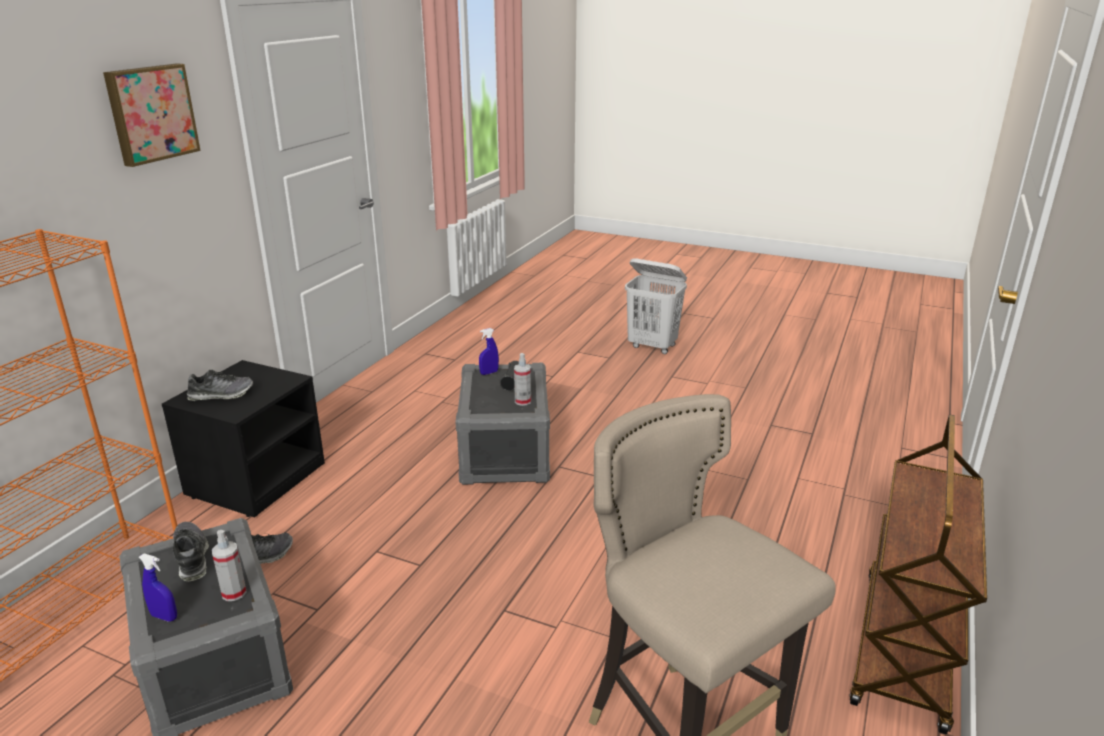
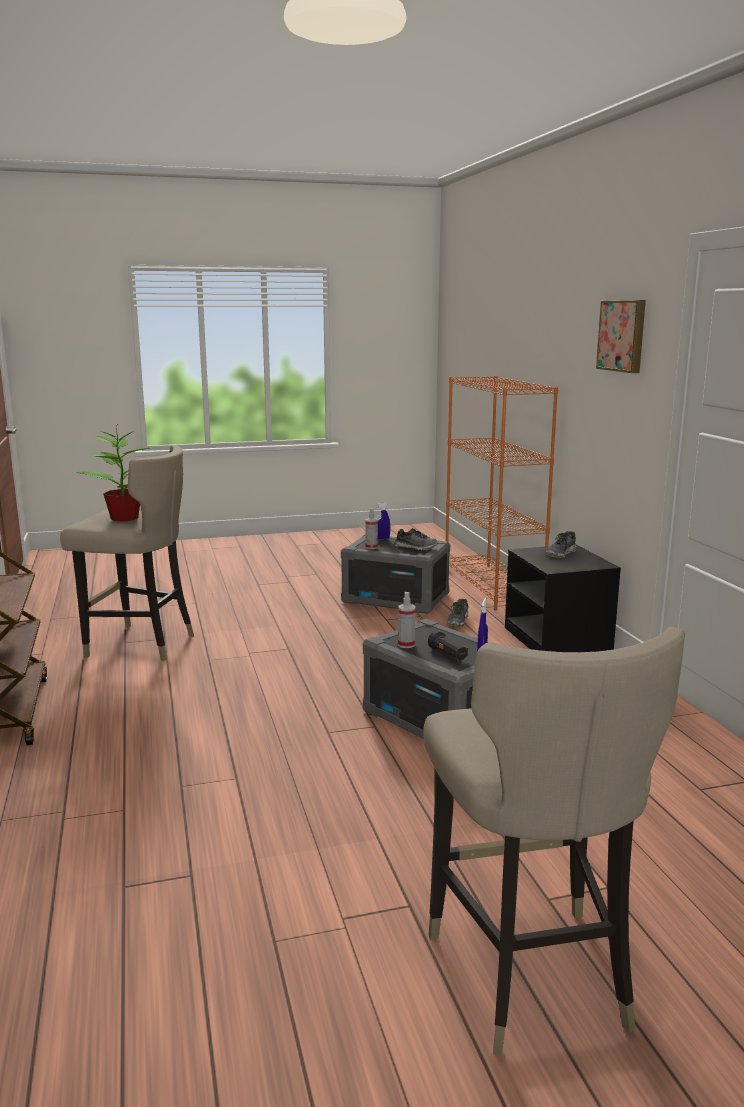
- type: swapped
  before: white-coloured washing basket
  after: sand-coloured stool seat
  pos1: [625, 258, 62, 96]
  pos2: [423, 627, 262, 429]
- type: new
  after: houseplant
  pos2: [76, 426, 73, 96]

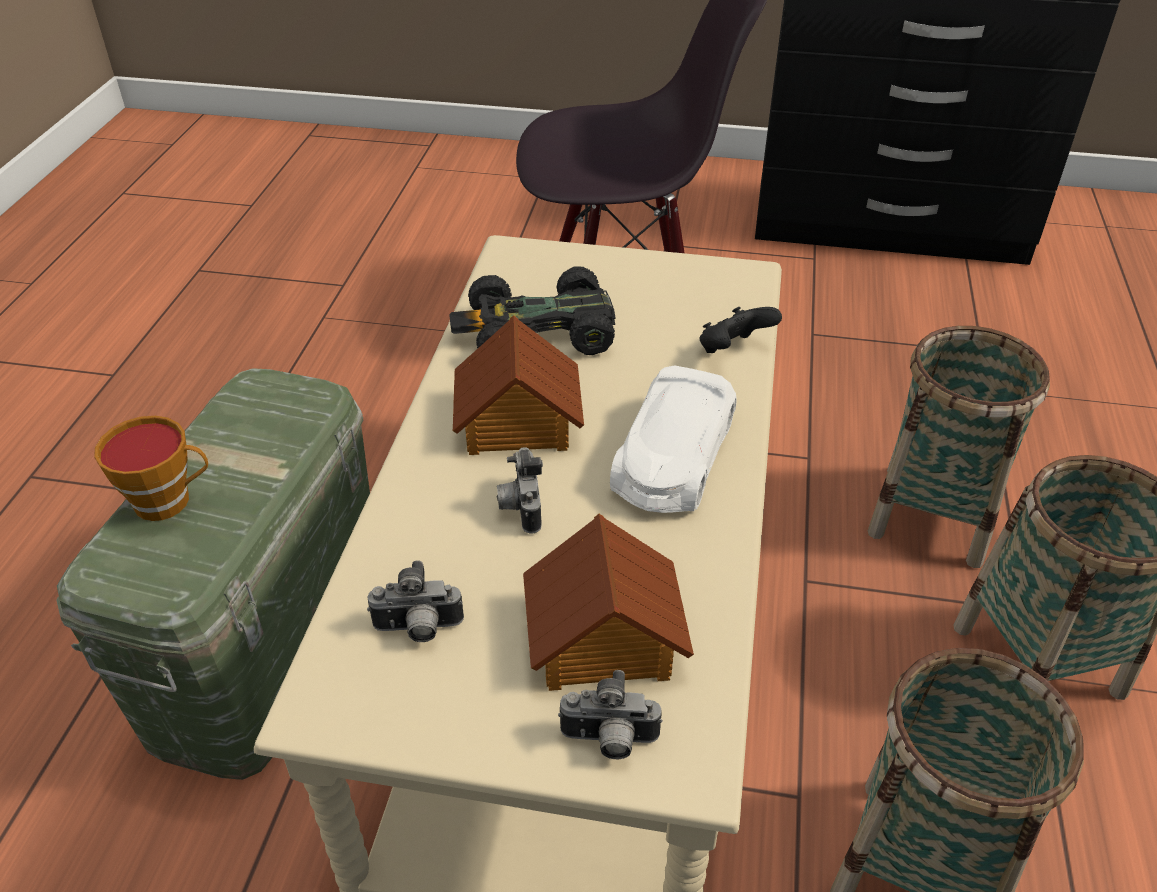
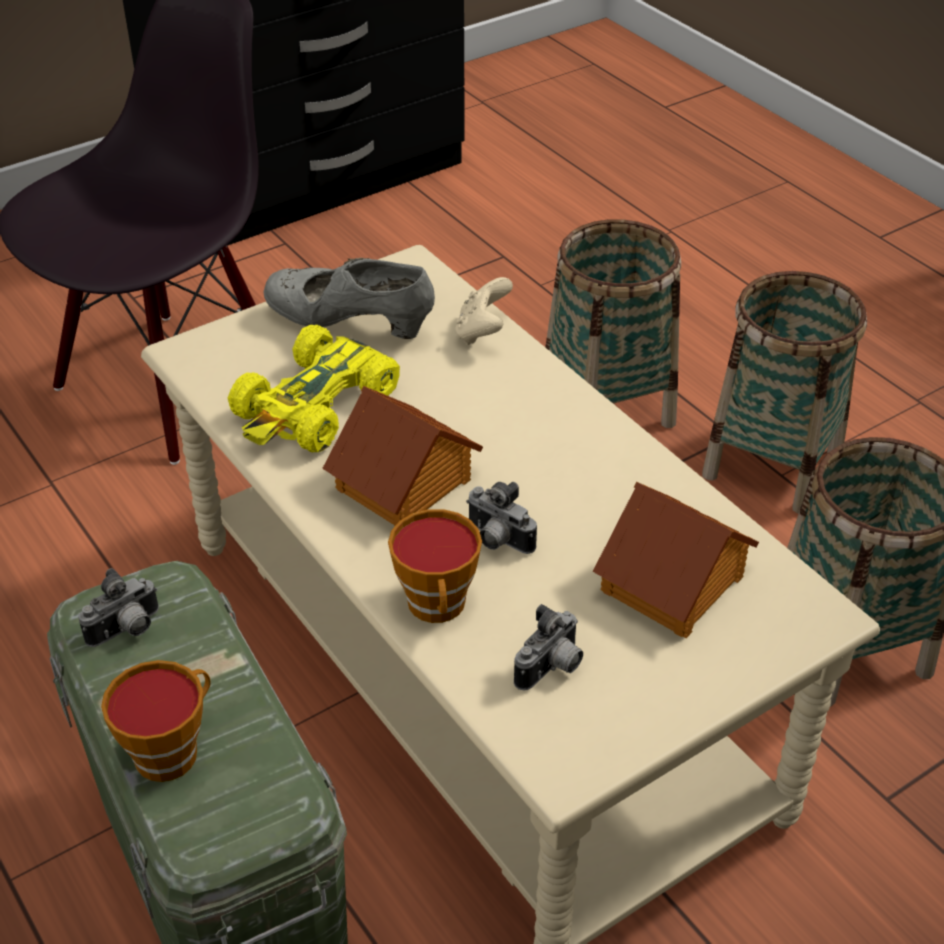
- type: repainted
  before: black model car
  after: yellowish model car
  pos1: [449, 266, 167, 89]
  pos2: [228, 325, 172, 127]
- type: repainted
  before: black gamepad
  after: sand-coloured gamepad
  pos1: [700, 307, 82, 46]
  pos2: [455, 277, 58, 68]
- type: gone
  before: white-coloured model car
  pos1: [610, 366, 127, 147]
- type: shifted
  before: photo camera
  pos1: [558, 670, 104, 89]
  pos2: [78, 568, 81, 79]
- type: new
  after: gray shoe
  pos2: [264, 258, 171, 81]
- type: new
  after: cup
  pos2: [388, 509, 94, 114]

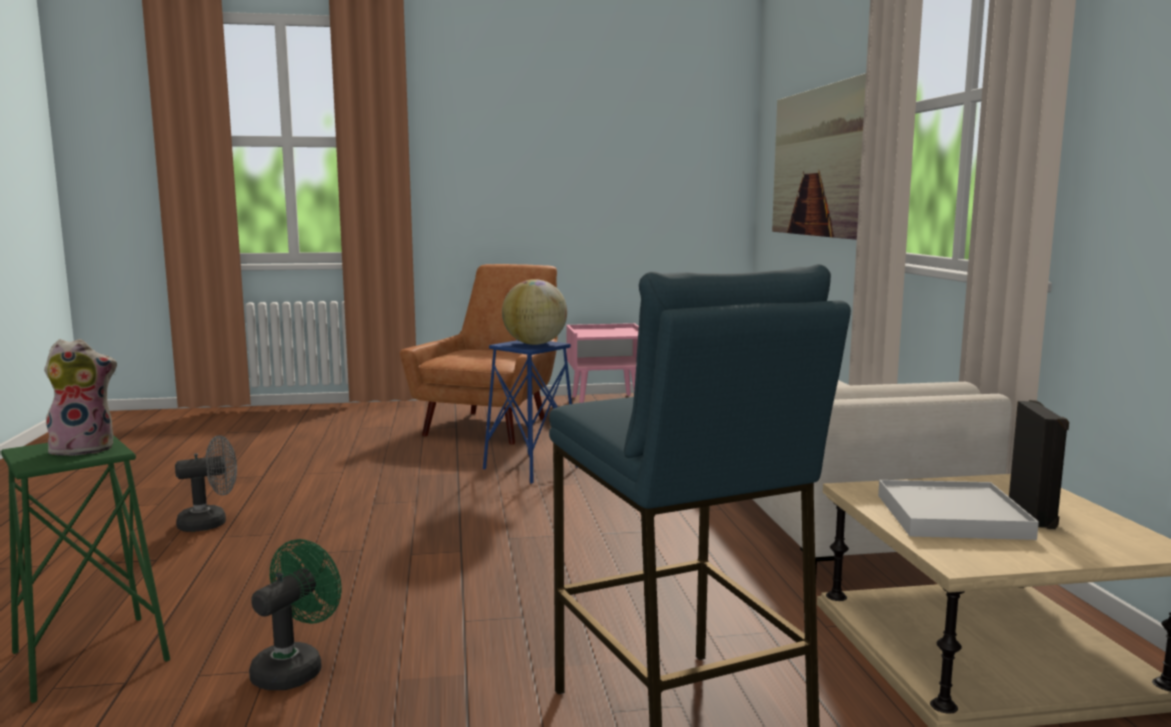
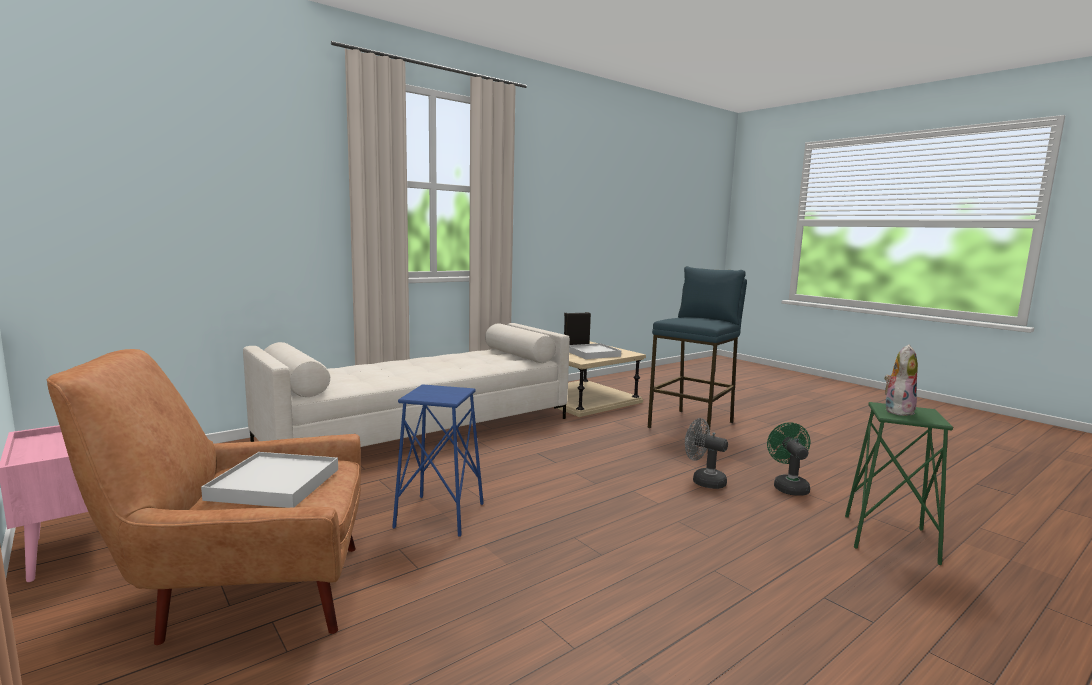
- type: gone
  before: picture
  pos1: [772, 73, 94, 167]
- type: gone
  before: desk globe
  pos1: [502, 279, 65, 66]
- type: rotated
  before: soft toy
  pos1: [44, 339, 73, 117]
  pos2: [884, 345, 34, 71]
  turn: 90
- type: shifted
  before: gray electric fan
  pos1: [175, 435, 62, 97]
  pos2: [685, 418, 43, 71]
- type: rotated
  before: green-coloured electric fan
  pos1: [249, 539, 93, 151]
  pos2: [767, 422, 43, 74]
  turn: 90
- type: new
  after: white-coloured serving tray
  pos2: [201, 452, 137, 56]

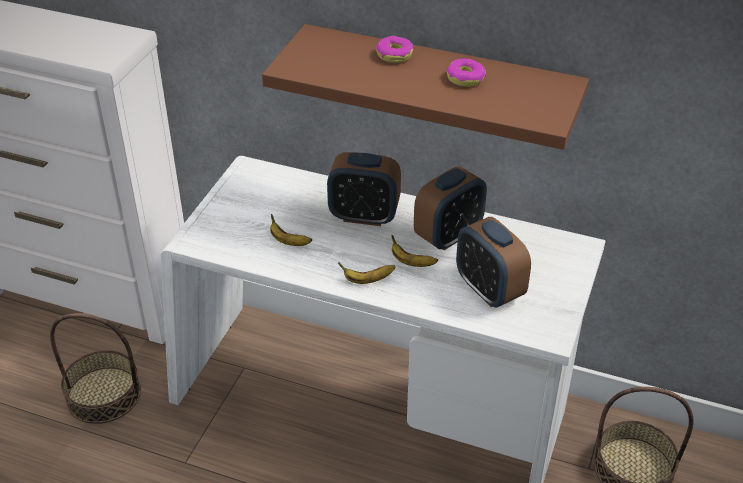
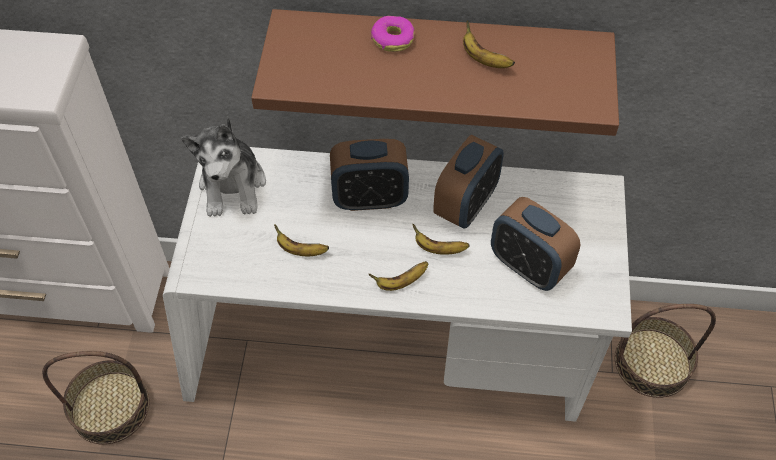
- type: swapped
  before: doughnut
  after: whole banana
  pos1: [447, 59, 39, 28]
  pos2: [463, 20, 52, 48]
- type: new
  after: soft toy
  pos2: [181, 116, 85, 101]

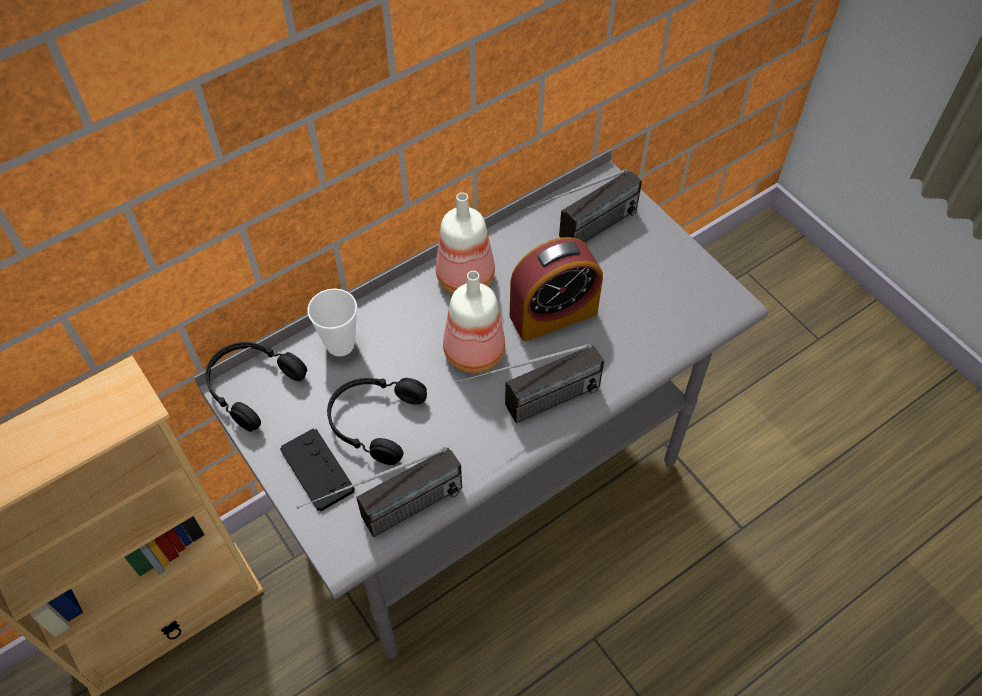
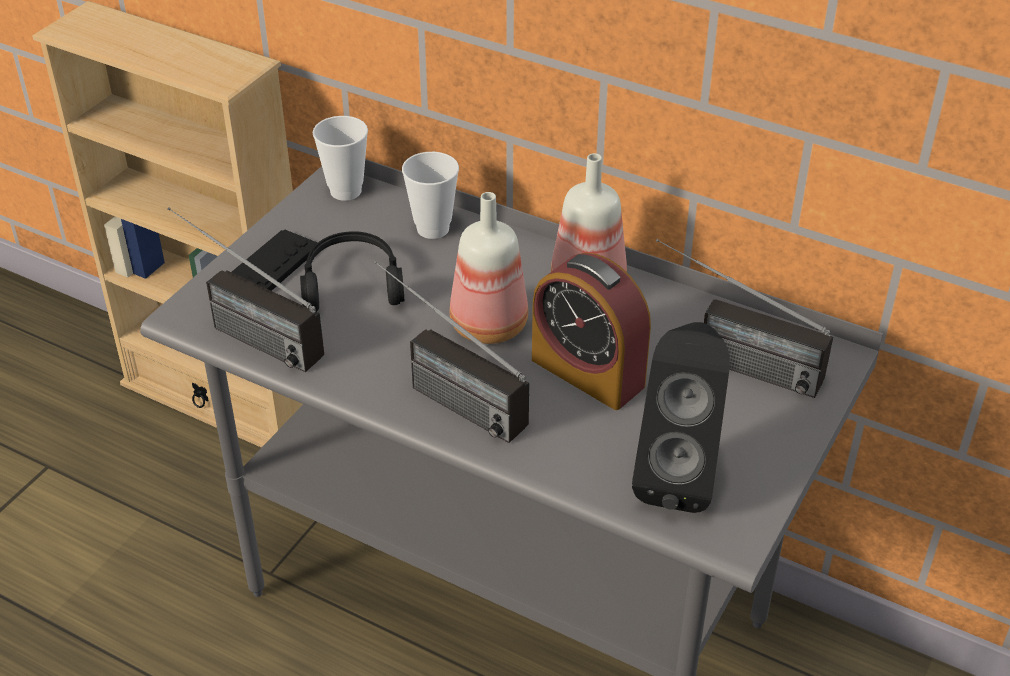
- type: swapped
  before: black pair of headphones
  after: cup
  pos1: [205, 342, 102, 90]
  pos2: [313, 116, 55, 85]
- type: new
  after: black speaker
  pos2: [632, 322, 98, 191]

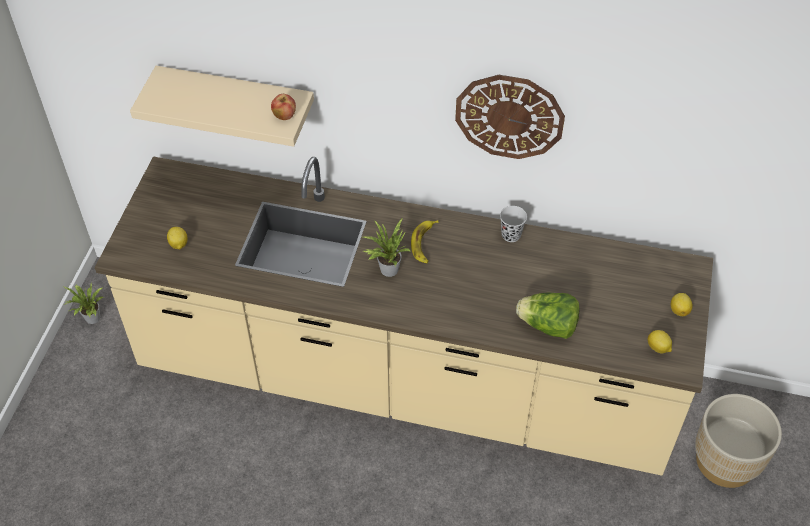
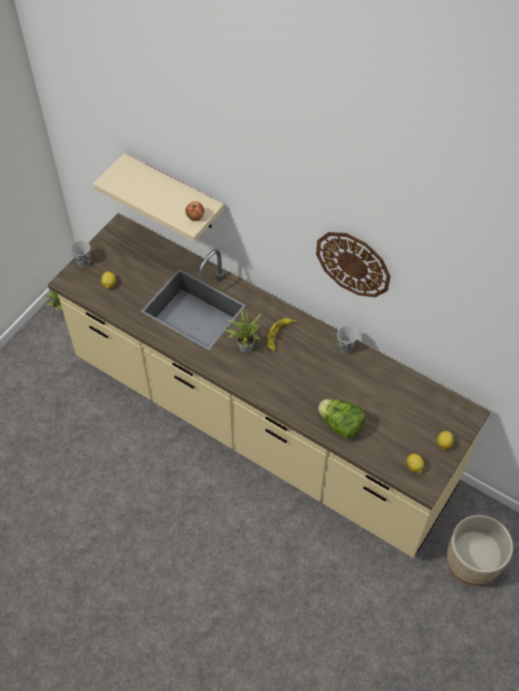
- type: new
  after: black cup
  pos2: [71, 240, 20, 27]

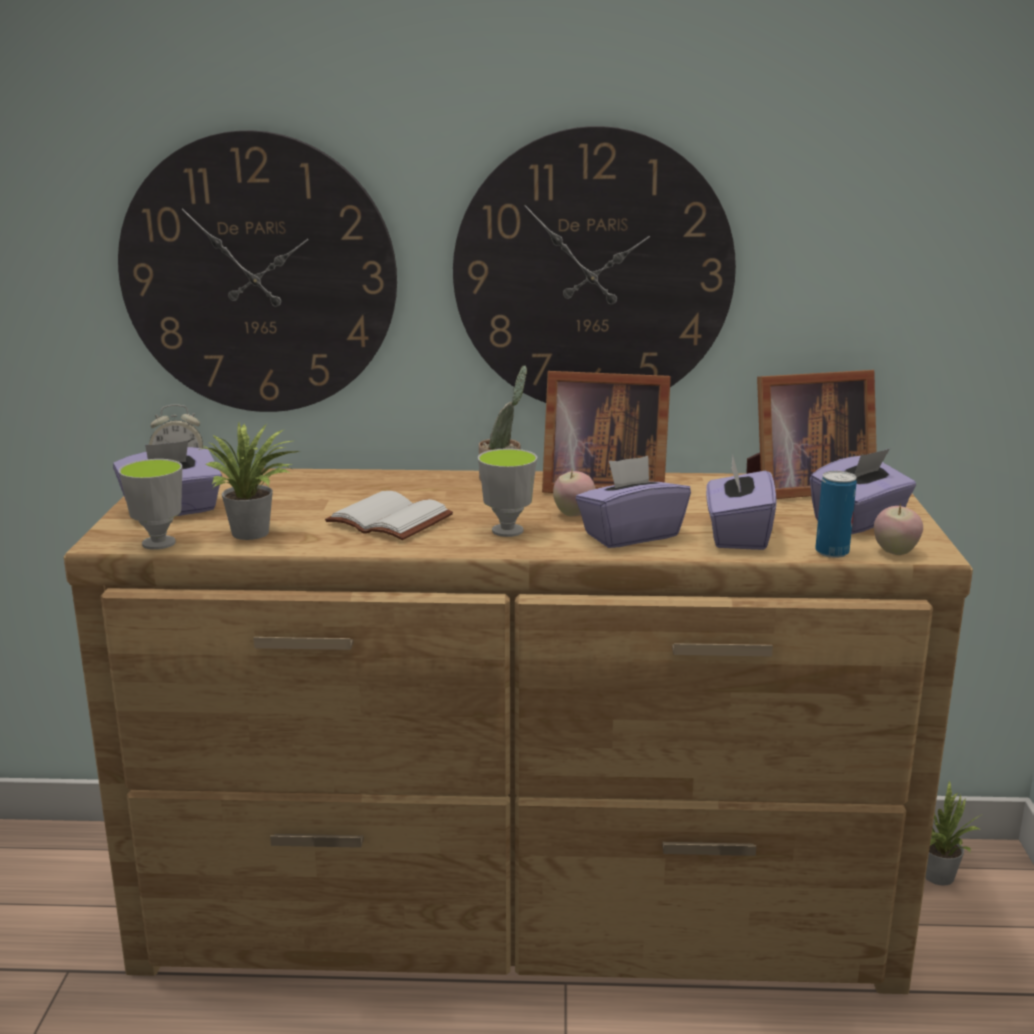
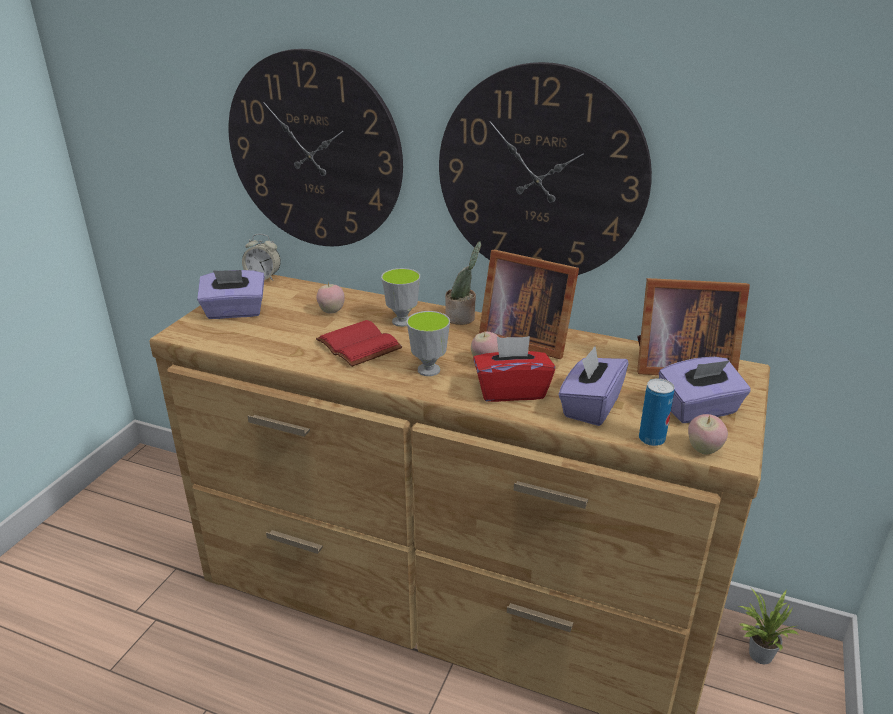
- type: gone
  before: houseplant
  pos1: [198, 423, 101, 117]
- type: repainted
  before: purple-coloured box of tissues
  after: reddish box of tissues
  pos1: [576, 456, 115, 92]
  pos2: [473, 336, 82, 66]
- type: shifted
  before: cup
  pos1: [119, 459, 63, 91]
  pos2: [381, 268, 39, 59]
- type: repainted
  before: white-coloured volume
  after: reddish volume
  pos1: [325, 491, 128, 49]
  pos2: [316, 320, 86, 47]
- type: new
  after: whole apple
  pos2: [316, 282, 29, 32]

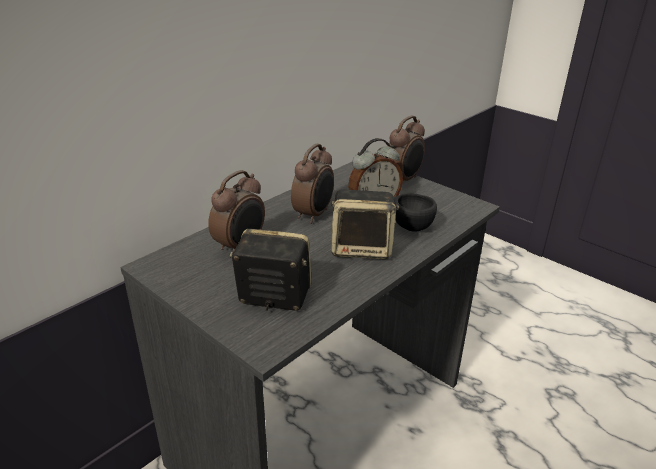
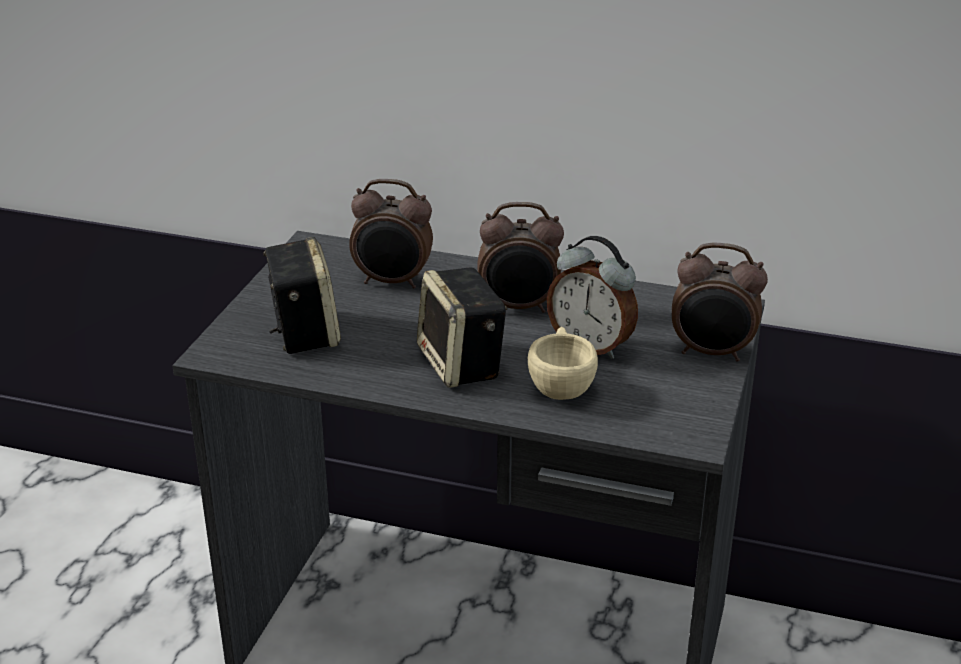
- type: repainted
  before: black cup
  after: sand-coloured cup
  pos1: [393, 193, 44, 39]
  pos2: [528, 327, 70, 73]

